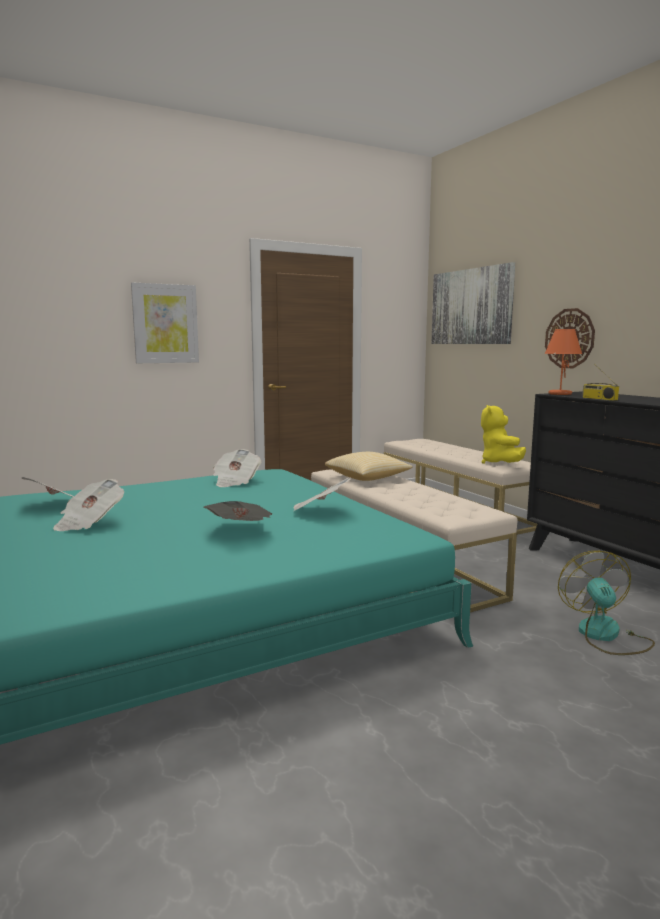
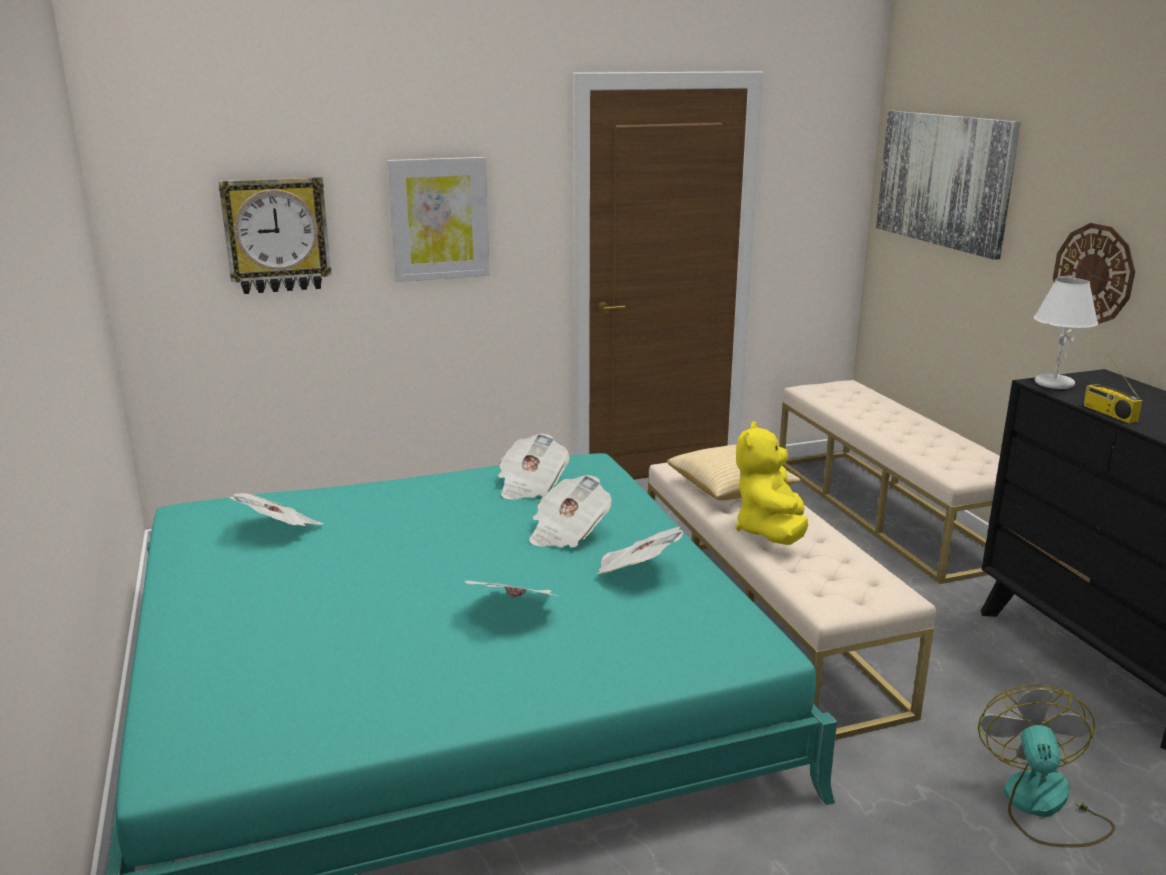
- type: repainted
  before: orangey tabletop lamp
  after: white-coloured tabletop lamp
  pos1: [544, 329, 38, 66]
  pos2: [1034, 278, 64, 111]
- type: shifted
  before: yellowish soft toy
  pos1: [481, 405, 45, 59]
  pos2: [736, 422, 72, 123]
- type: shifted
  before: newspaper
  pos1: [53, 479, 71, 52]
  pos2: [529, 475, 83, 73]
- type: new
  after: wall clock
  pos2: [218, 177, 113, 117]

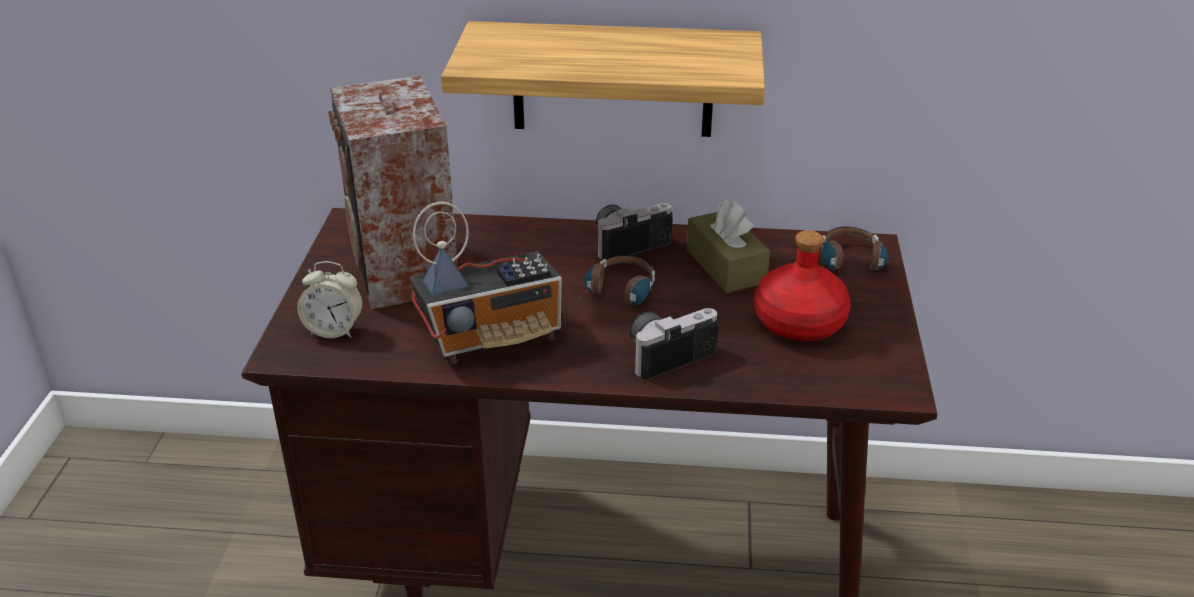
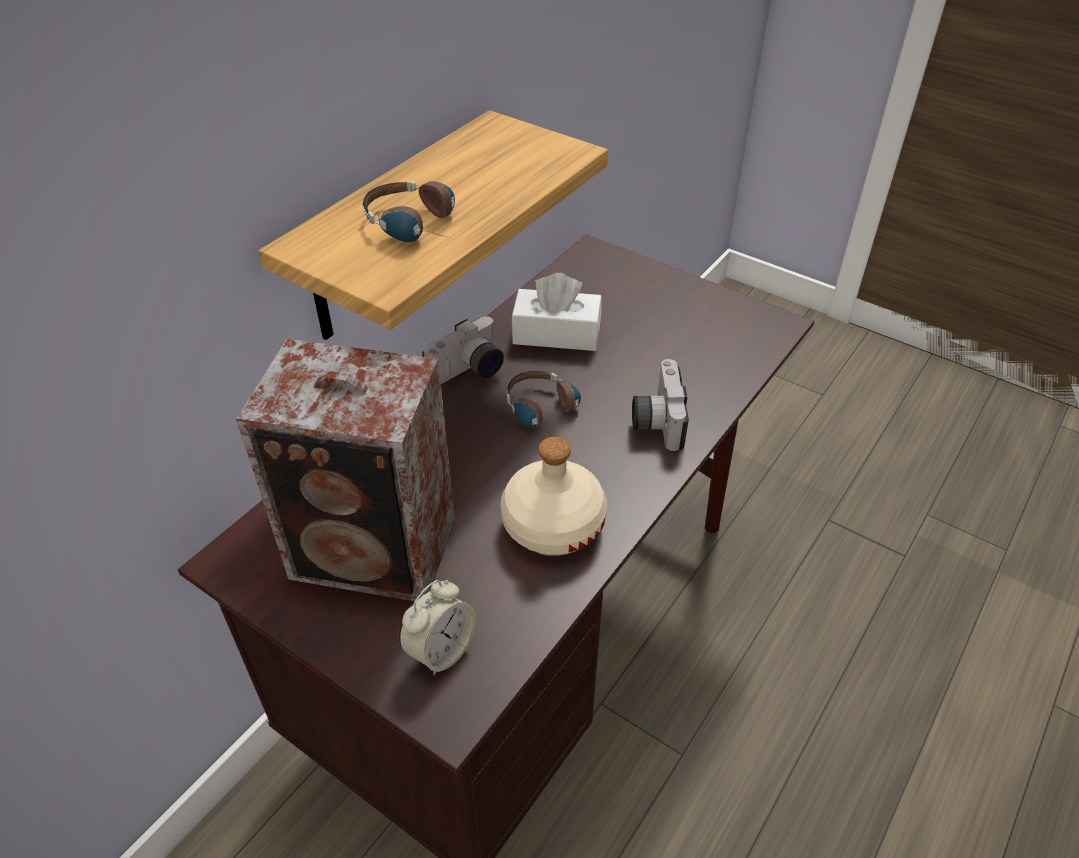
- type: repainted
  before: brown-coloured box of tissues
  after: white-coloured box of tissues
  pos1: [687, 199, 83, 94]
  pos2: [512, 273, 89, 78]
- type: swapped
  before: radio
  after: sand-coloured drink bottle
  pos1: [410, 202, 152, 162]
  pos2: [500, 437, 107, 119]
- type: rotated
  before: photo camera
  pos1: [596, 203, 77, 57]
  pos2: [422, 316, 82, 68]
  turn: -135
- type: shifted
  before: pair of headphones
  pos1: [822, 226, 67, 46]
  pos2: [362, 180, 93, 62]
- type: gone
  before: reddish drink bottle
  pos1: [754, 230, 97, 111]

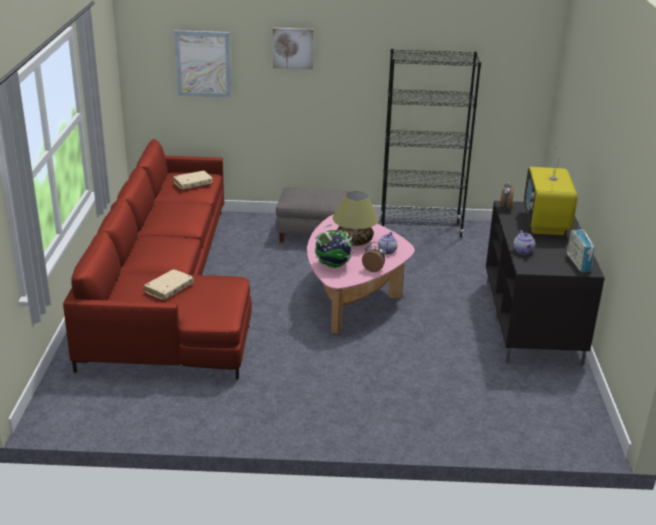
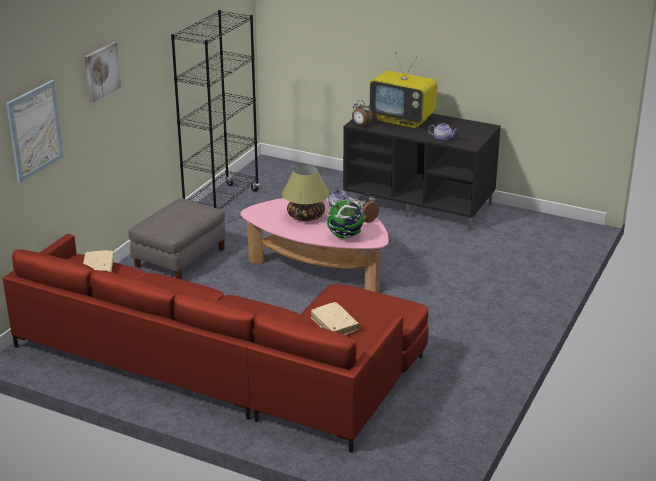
- type: gone
  before: radio
  pos1: [567, 226, 28, 46]

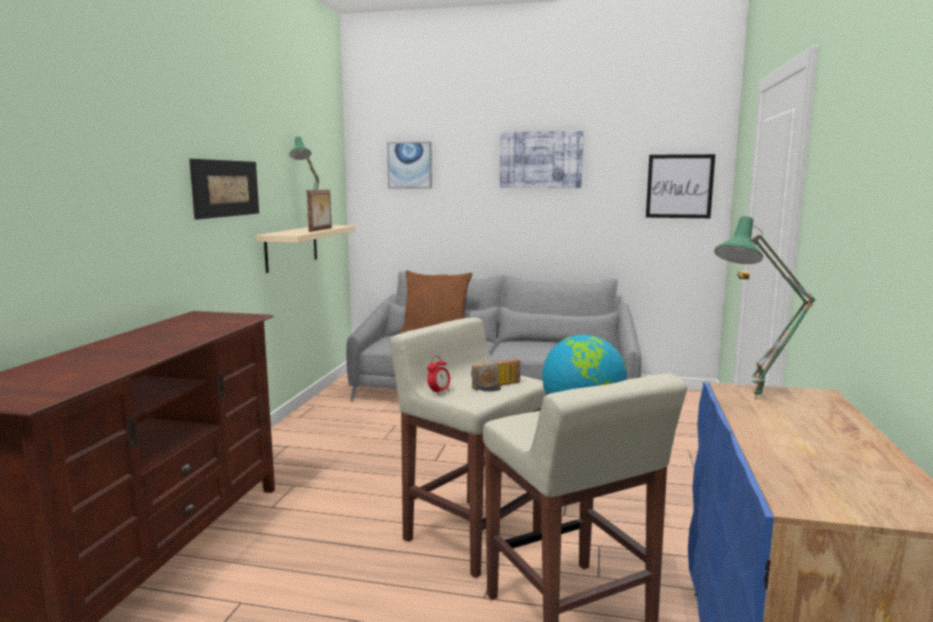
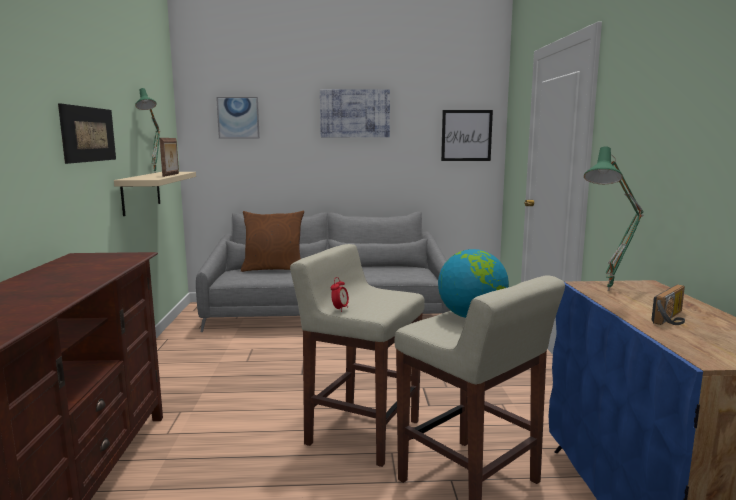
- type: shifted
  before: radio
  pos1: [471, 359, 50, 33]
  pos2: [651, 285, 34, 40]

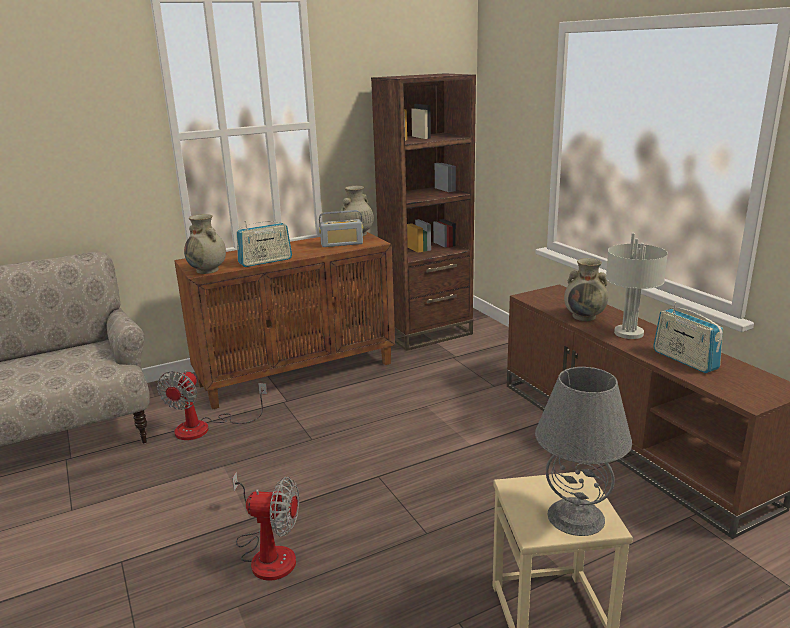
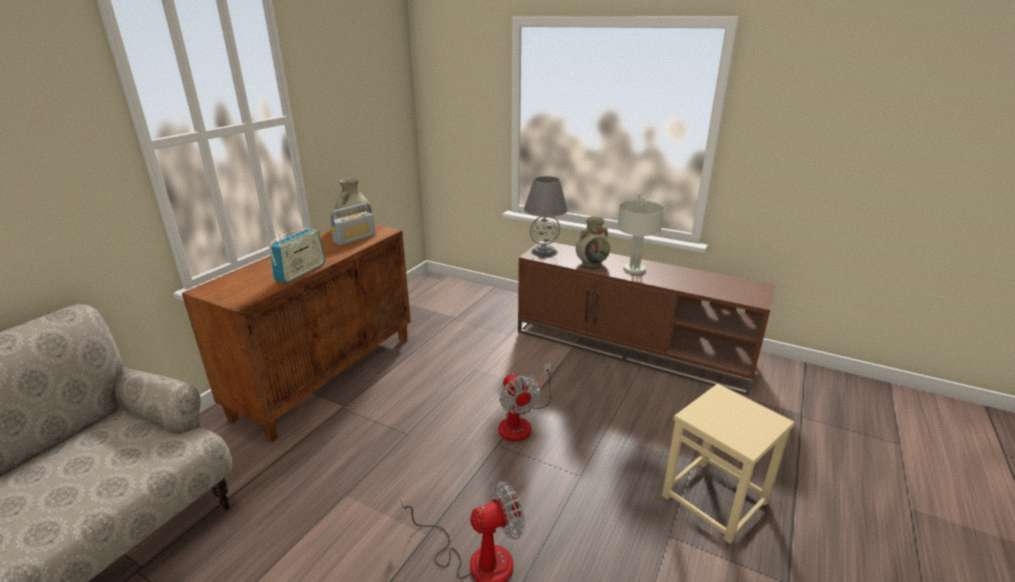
- type: gone
  before: brown-coloured bookshelf
  pos1: [371, 73, 105, 278]
- type: gone
  before: sand-coloured flower vase
  pos1: [184, 214, 42, 60]
- type: gone
  before: radio
  pos1: [653, 302, 70, 71]
- type: shifted
  before: gray tabletop lamp
  pos1: [535, 367, 97, 169]
  pos2: [524, 176, 44, 81]
- type: shifted
  before: electric fan
  pos1: [157, 370, 110, 70]
  pos2: [499, 363, 52, 78]

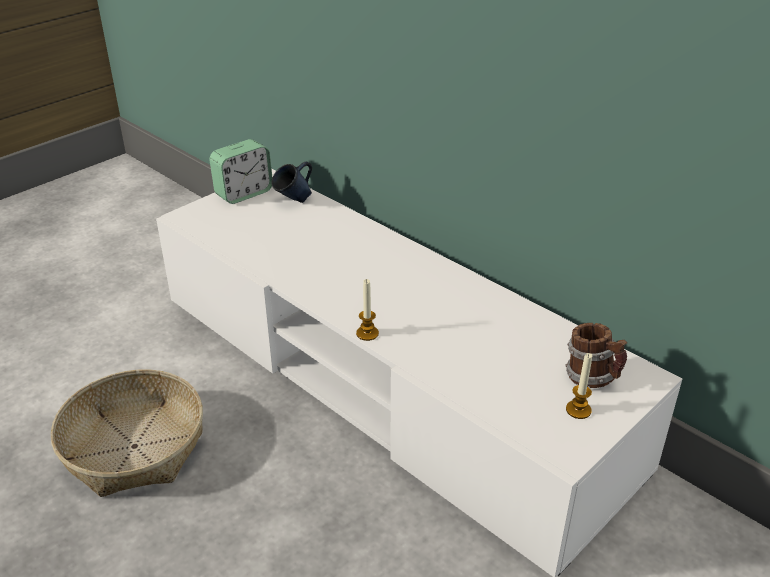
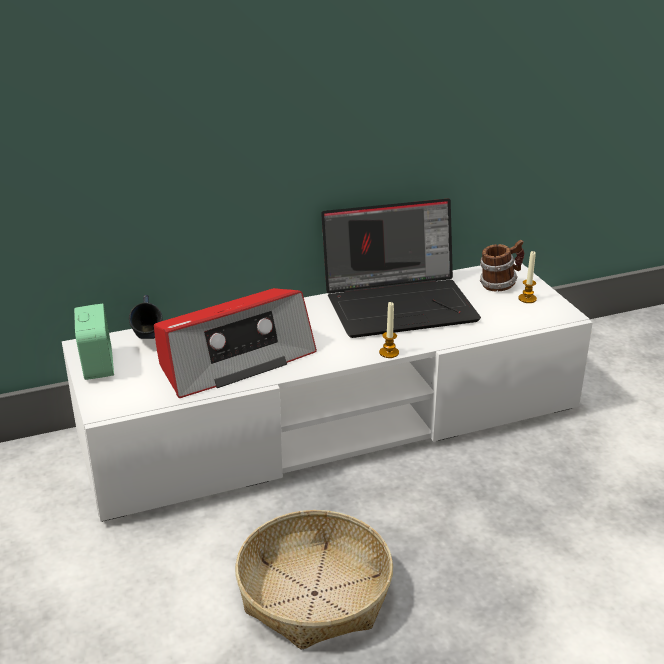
- type: new
  after: notebook computer
  pos2: [321, 198, 160, 140]
- type: new
  after: radio
  pos2: [154, 288, 163, 110]

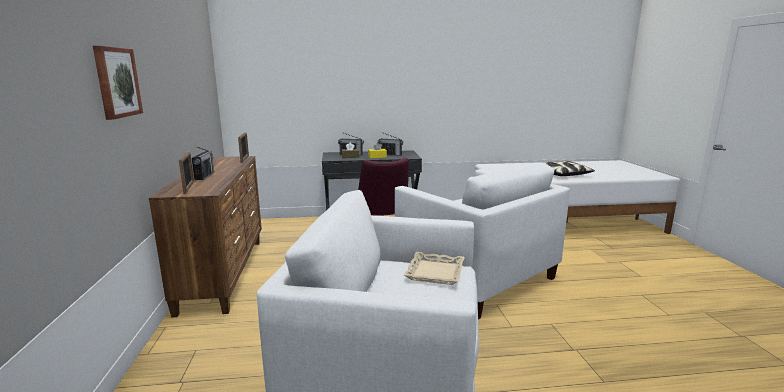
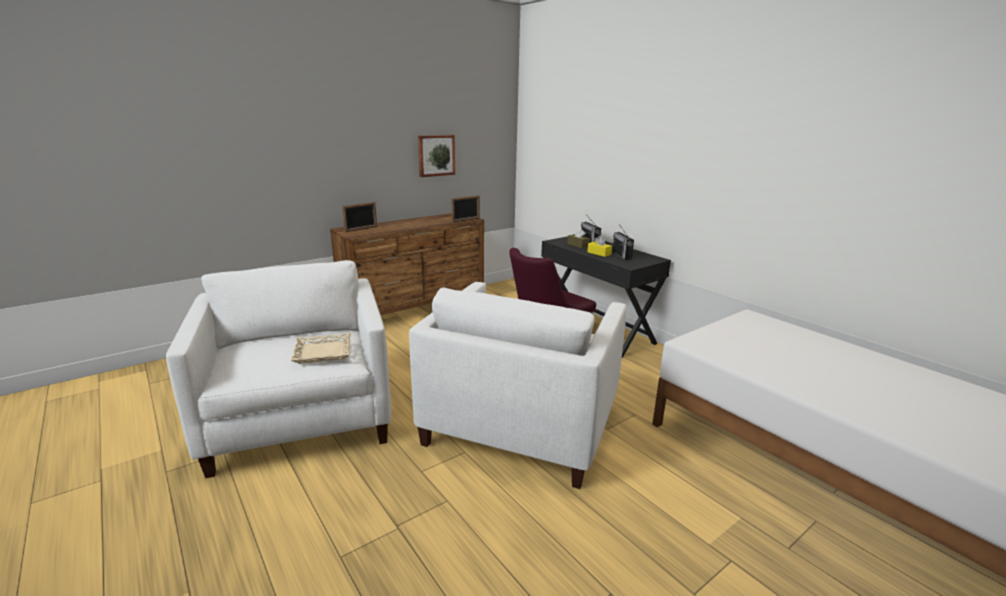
- type: shifted
  before: picture
  pos1: [93, 46, 50, 74]
  pos2: [418, 135, 37, 42]
- type: gone
  before: radio
  pos1: [192, 147, 22, 33]
- type: gone
  before: cushion
  pos1: [545, 161, 50, 15]

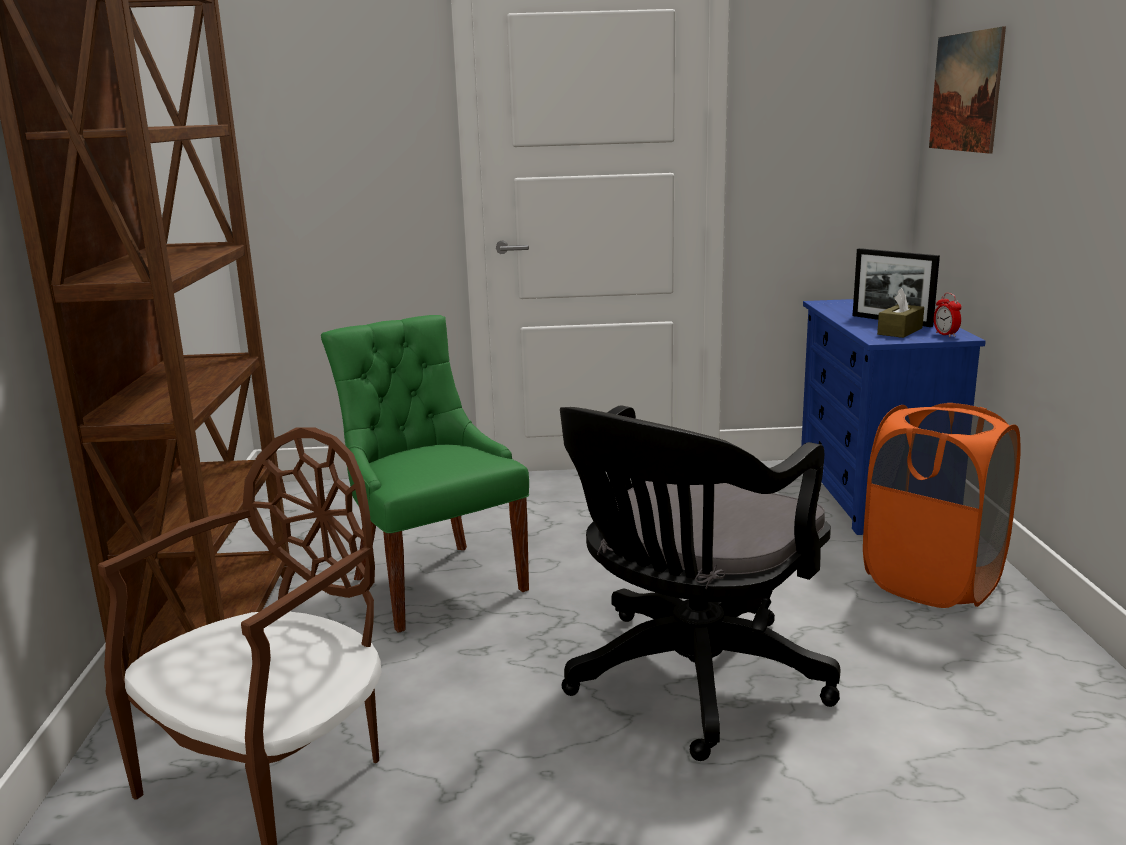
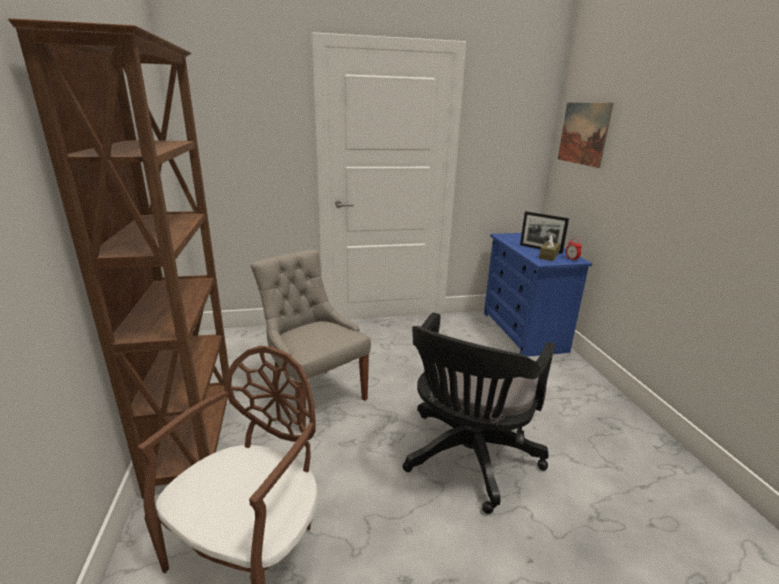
- type: repainted
  before: green-coloured plain chair
  after: gray plain chair
  pos1: [321, 315, 208, 318]
  pos2: [250, 249, 121, 183]
- type: gone
  before: orangey washing basket
  pos1: [863, 403, 158, 205]

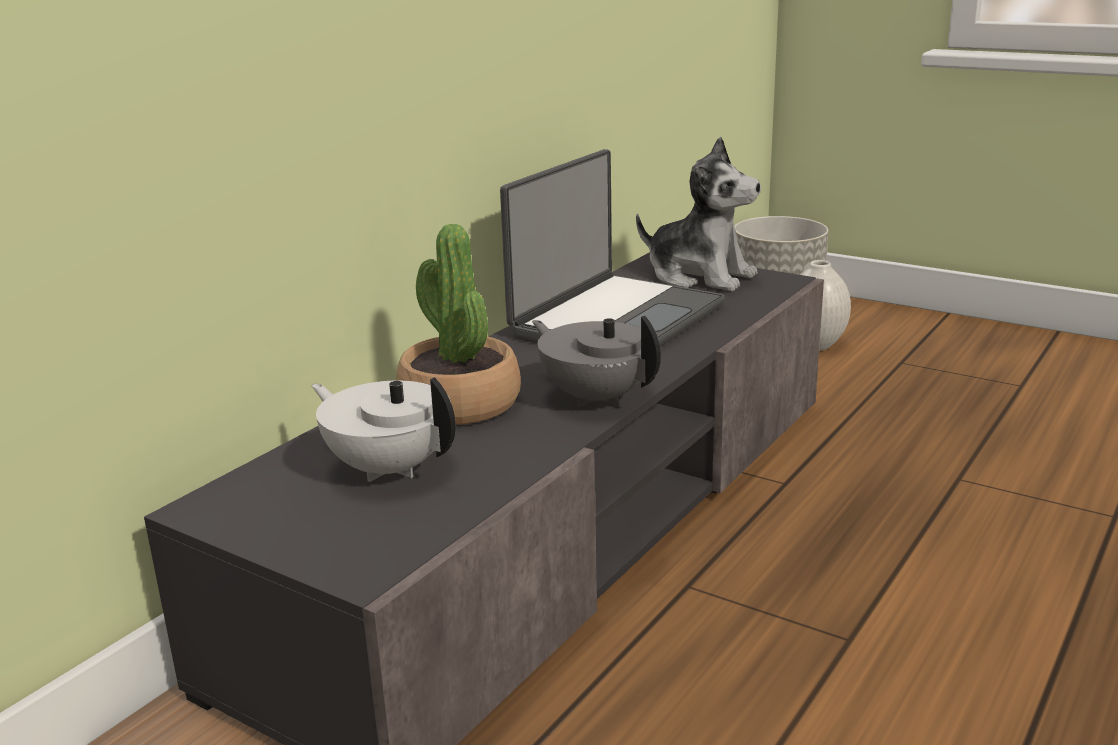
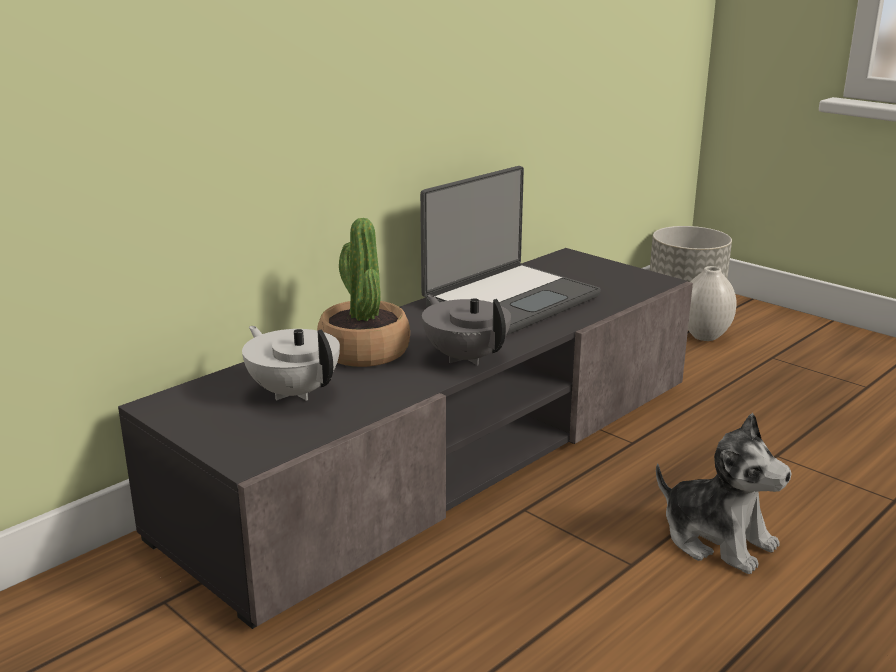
- type: shifted
  before: soft toy
  pos1: [636, 136, 125, 155]
  pos2: [656, 413, 136, 161]

